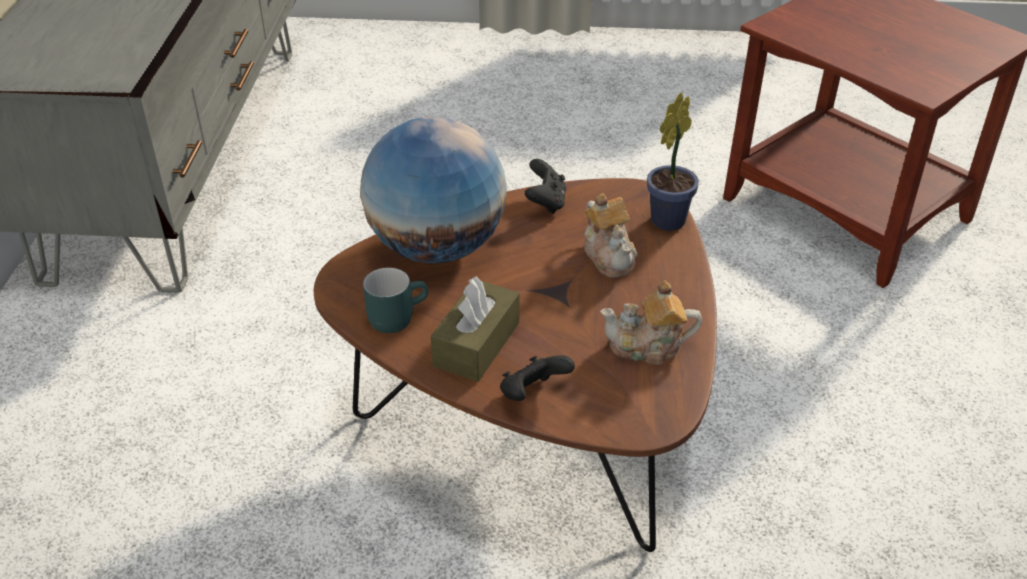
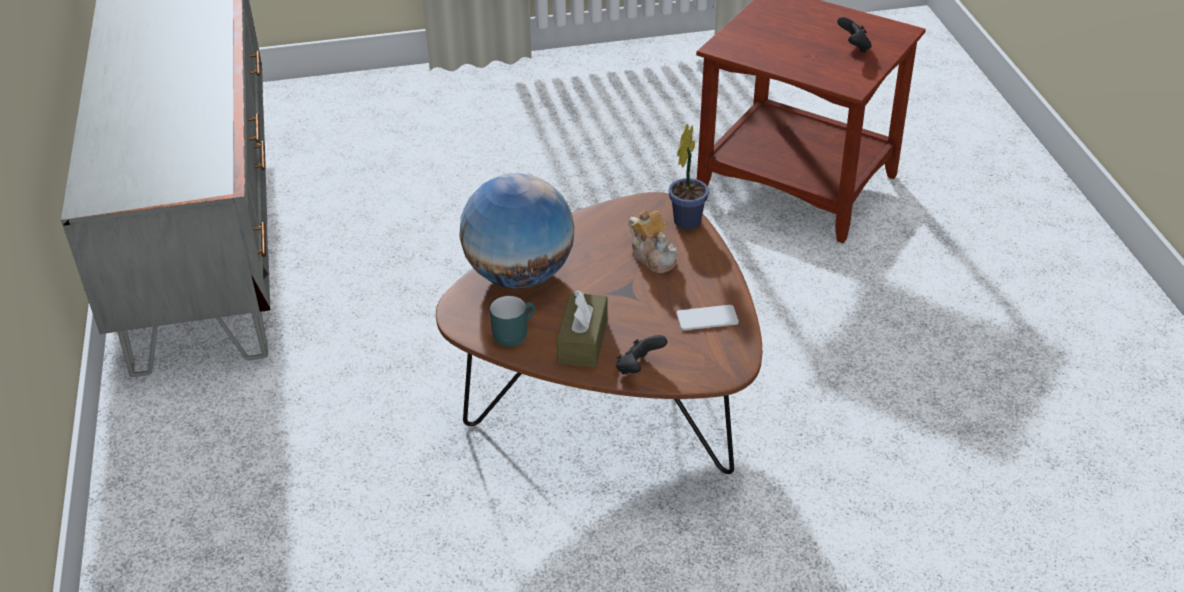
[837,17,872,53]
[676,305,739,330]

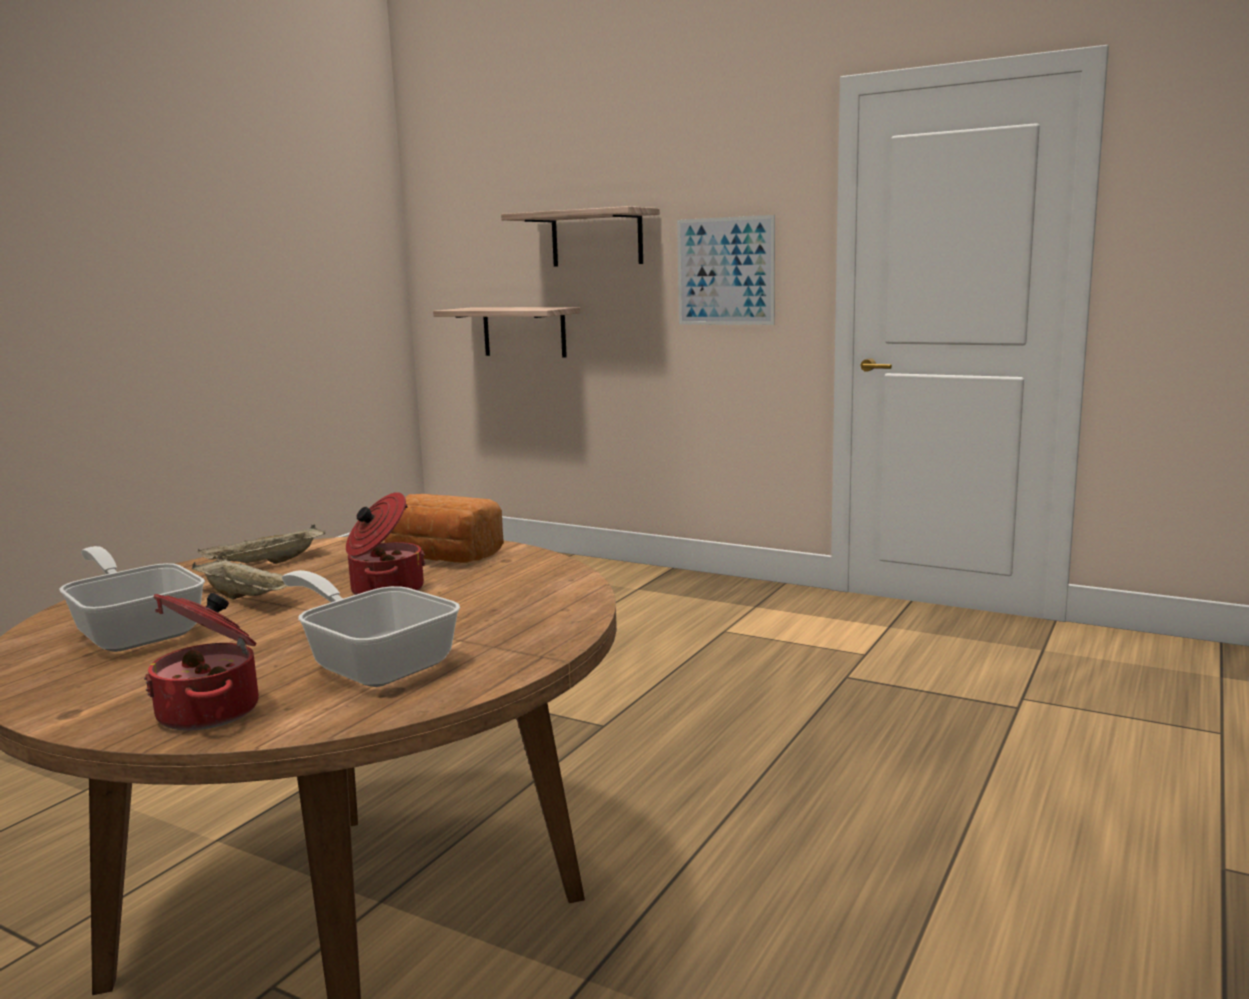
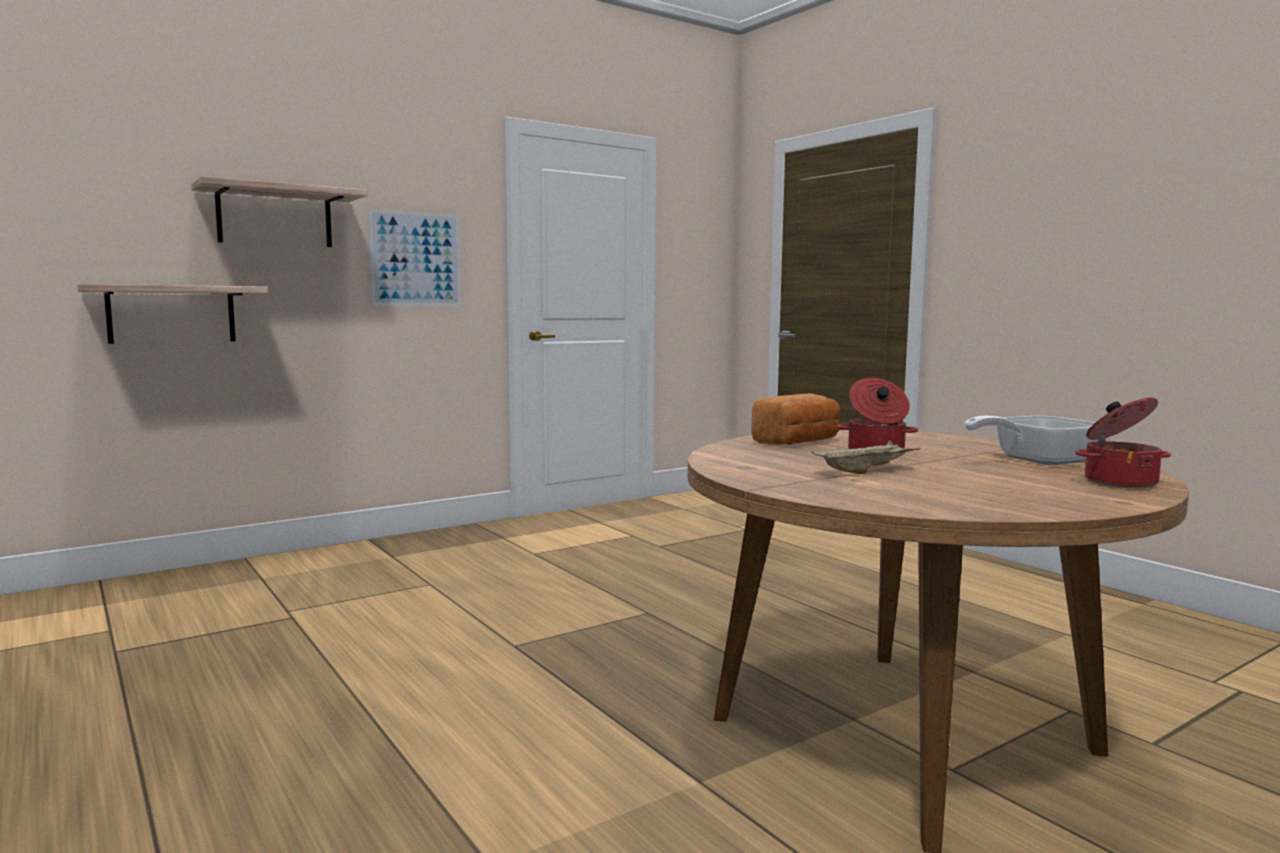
[198,524,325,564] (first image)
[59,546,205,652] (first image)

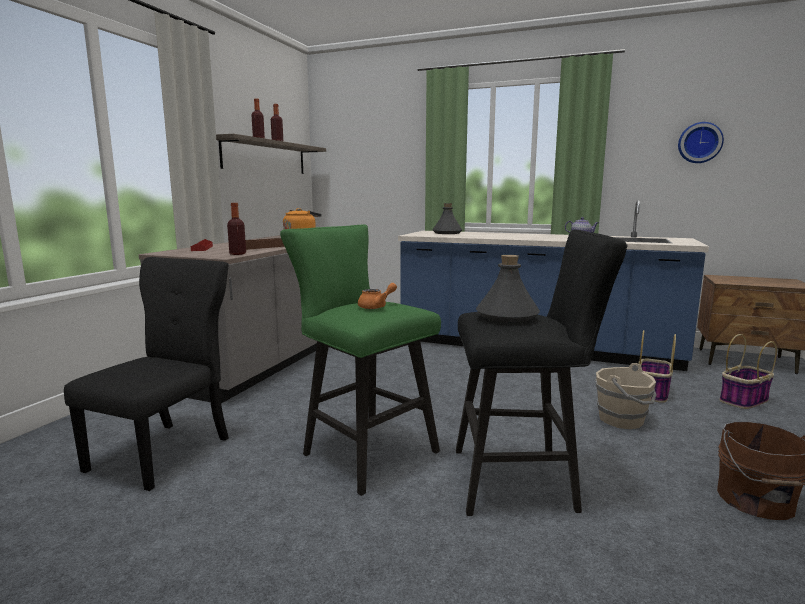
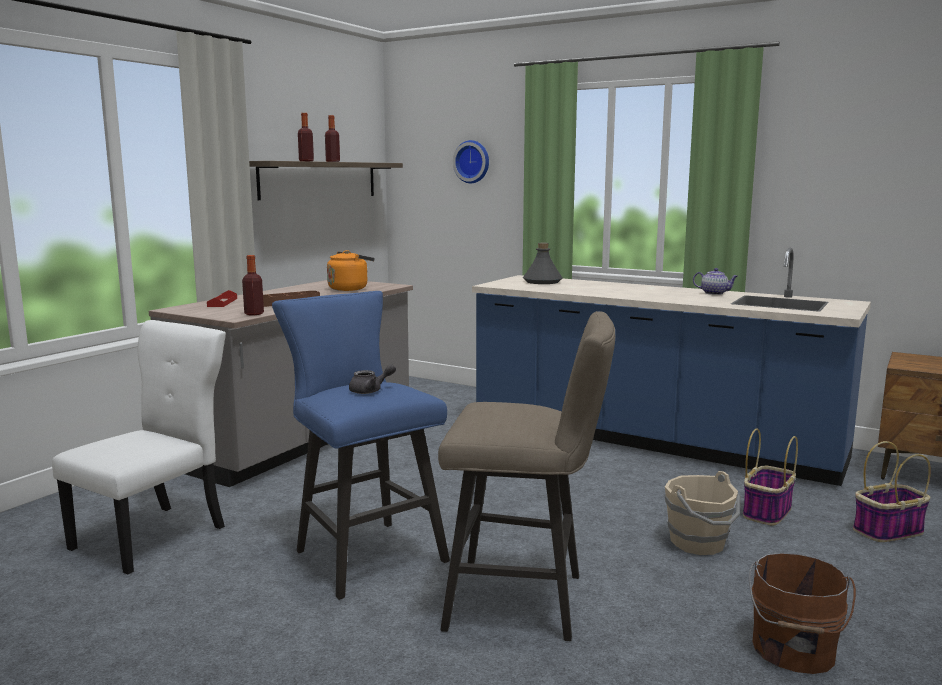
[453,140,489,183]
[272,291,450,600]
[438,311,615,641]
[476,255,540,323] (first image)
[52,320,226,574]
[349,364,396,394]

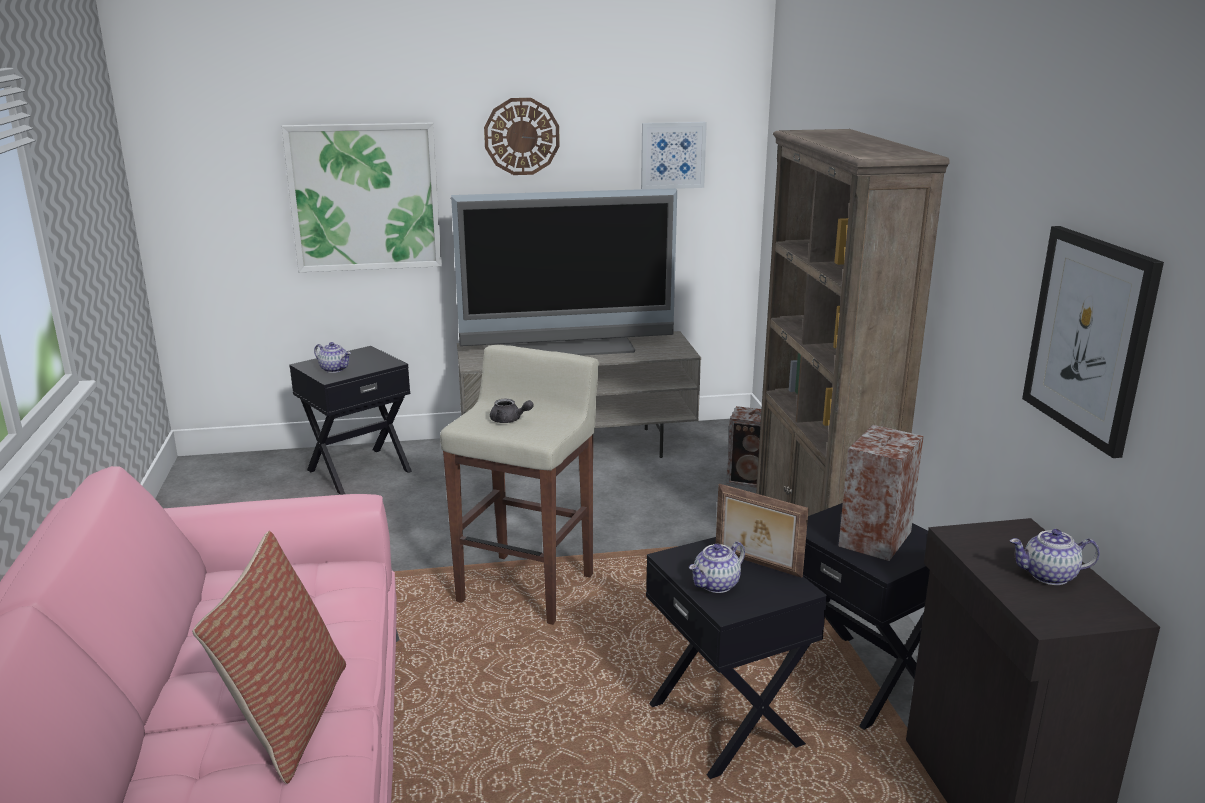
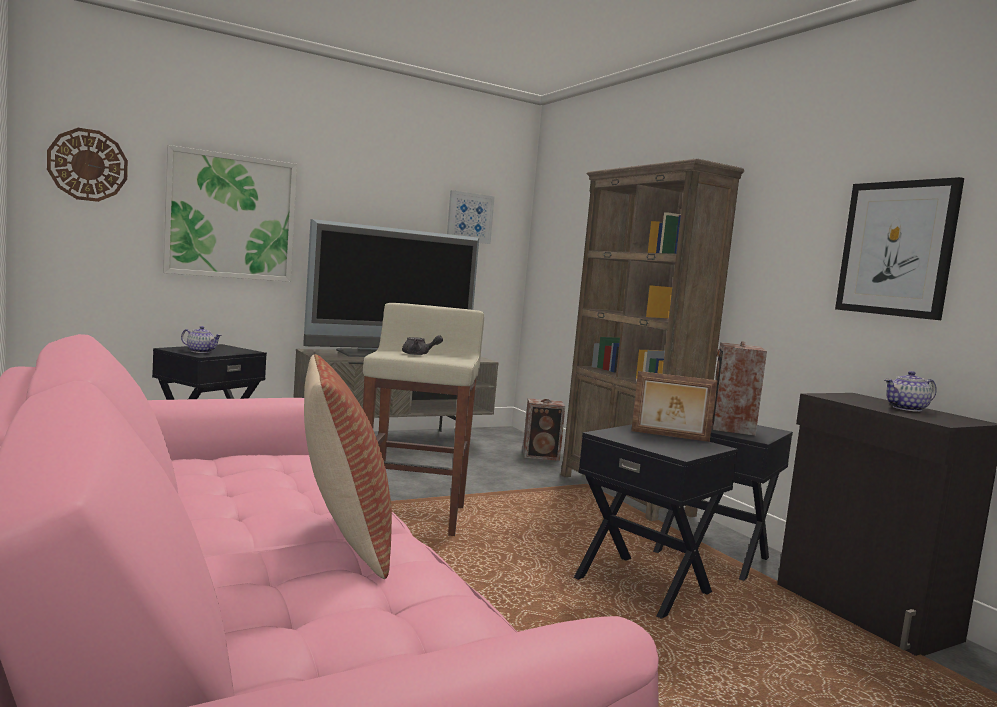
[47,128,128,202]
[689,542,745,593] (first image)

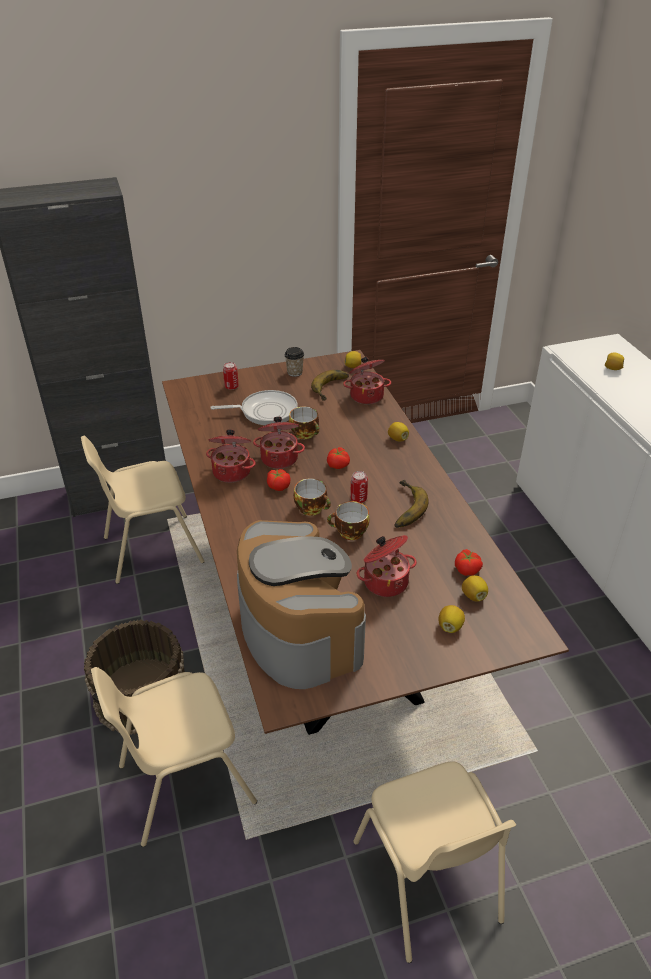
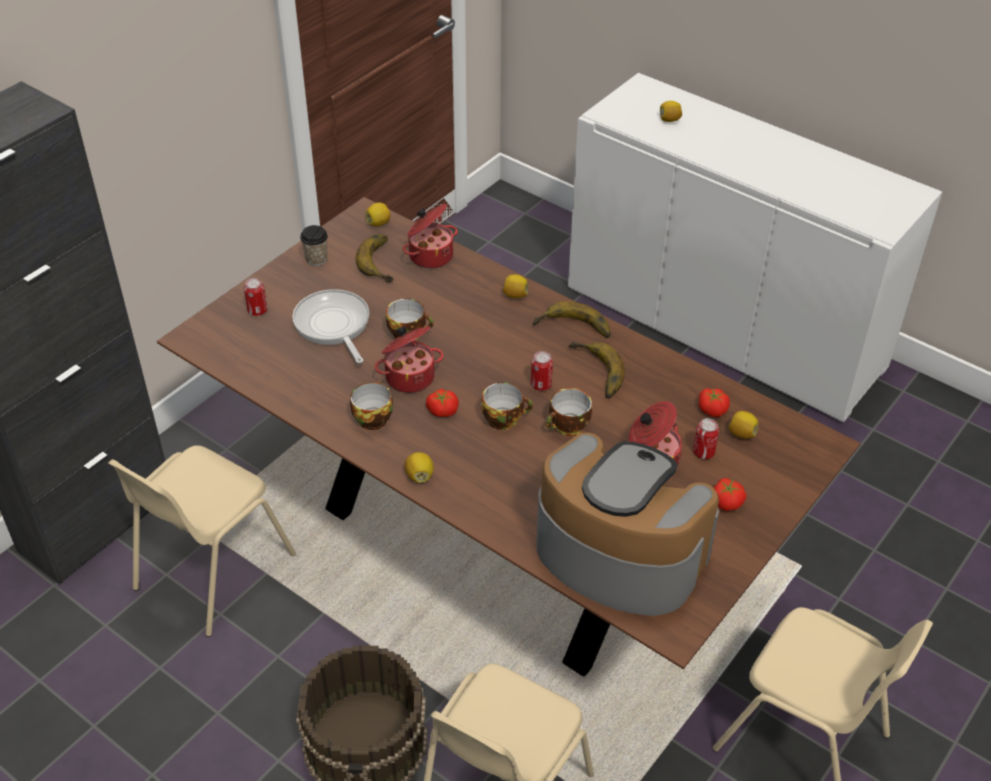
[292,289,369,363]
[350,381,393,430]
[714,478,747,511]
[404,452,434,483]
[533,301,611,338]
[693,418,719,459]

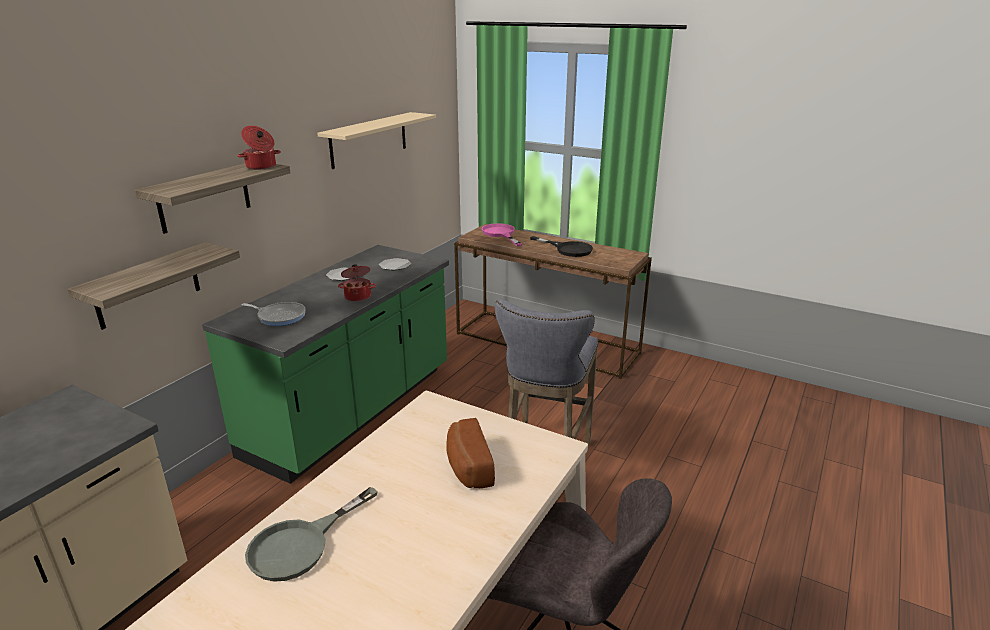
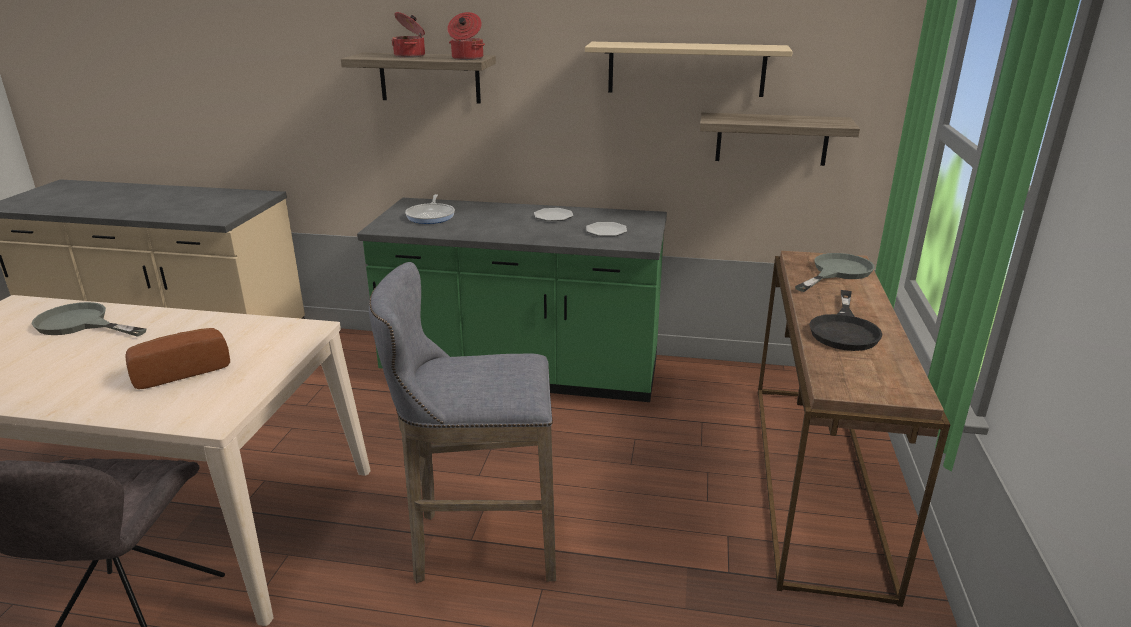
[795,253,875,292]
[700,112,860,166]
[391,12,425,58]

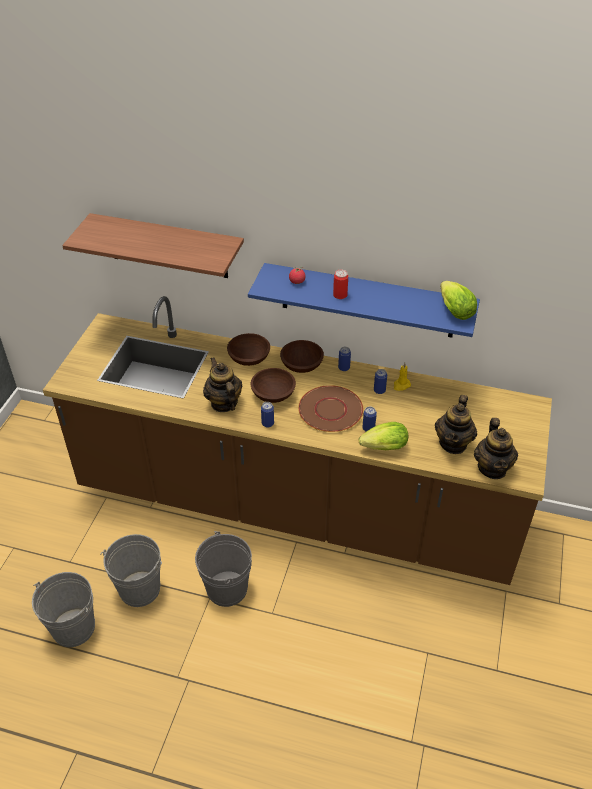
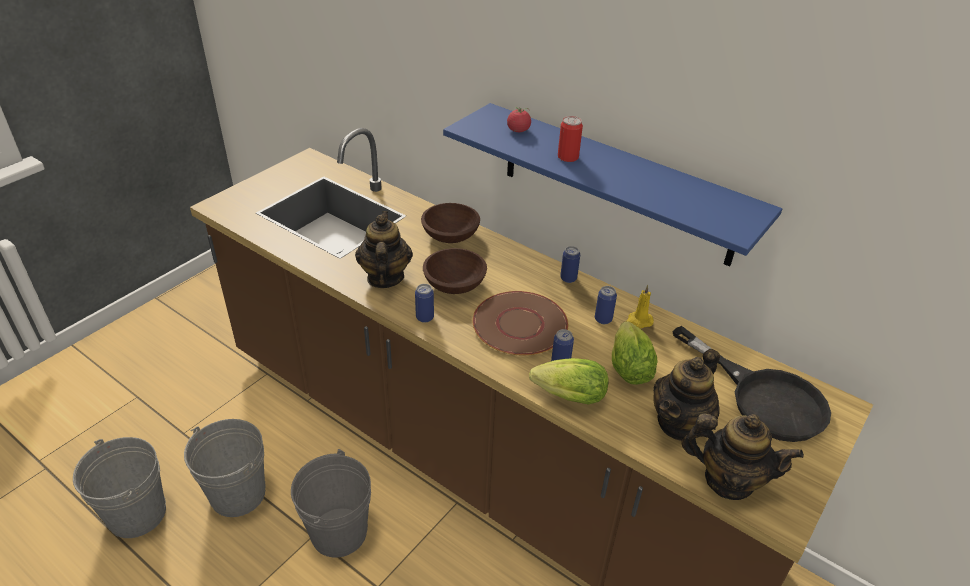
[62,213,244,278] (first image)
[612,322,658,385]
[280,340,324,373] (first image)
[681,414,804,500]
[672,326,831,442]

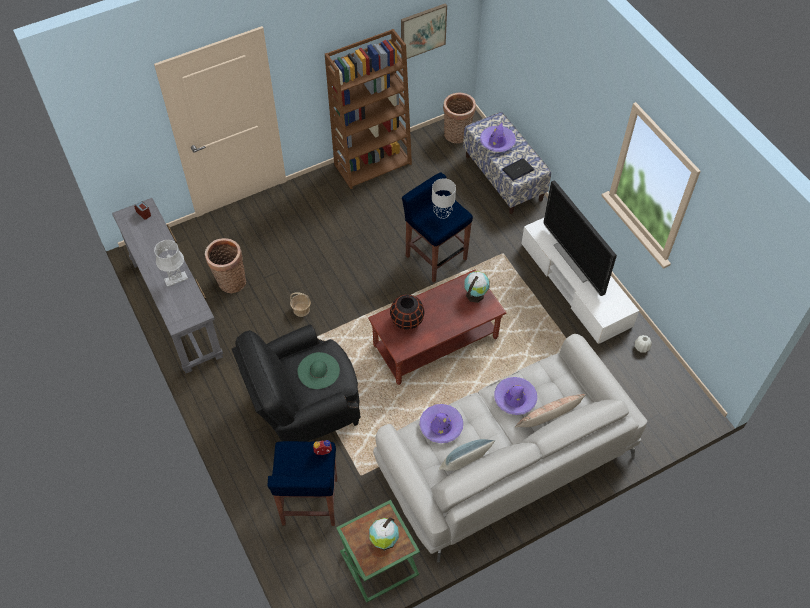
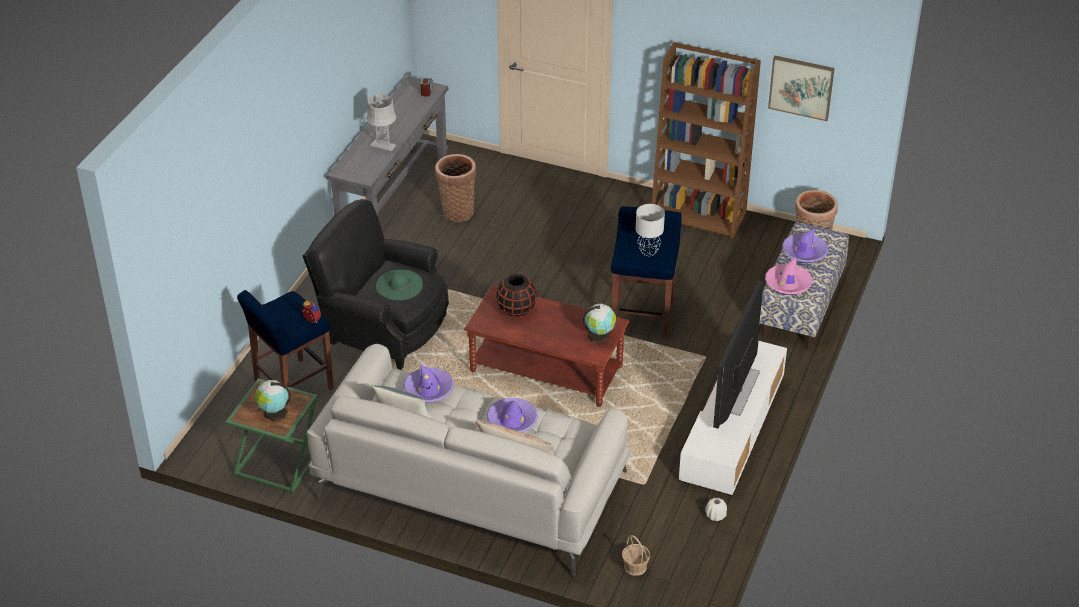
[765,258,812,295]
[622,535,650,576]

